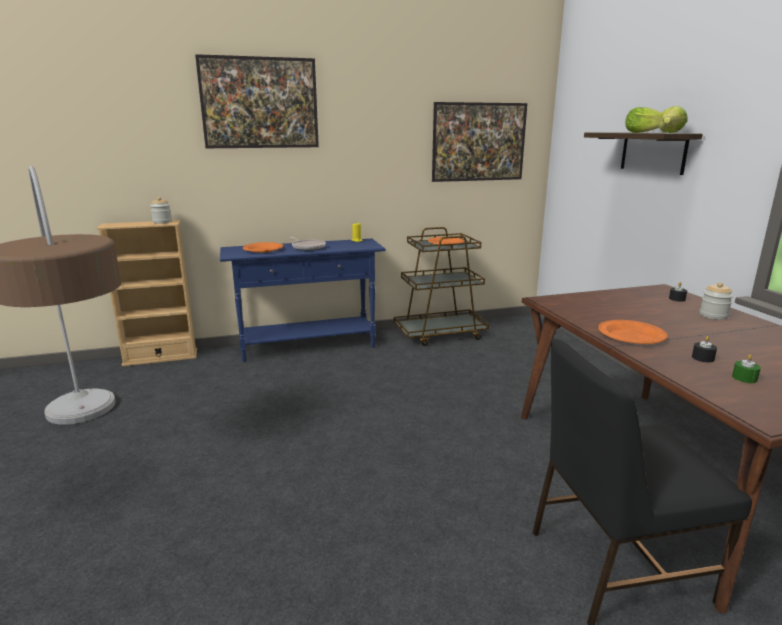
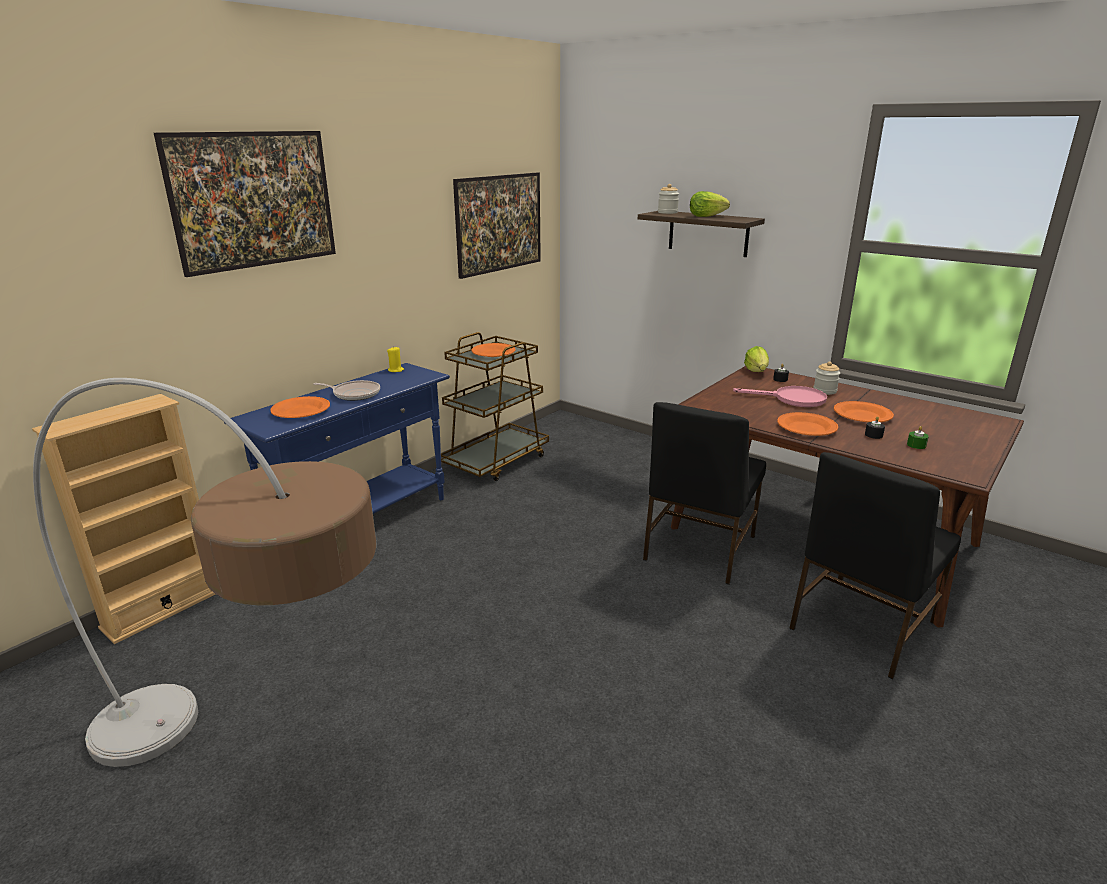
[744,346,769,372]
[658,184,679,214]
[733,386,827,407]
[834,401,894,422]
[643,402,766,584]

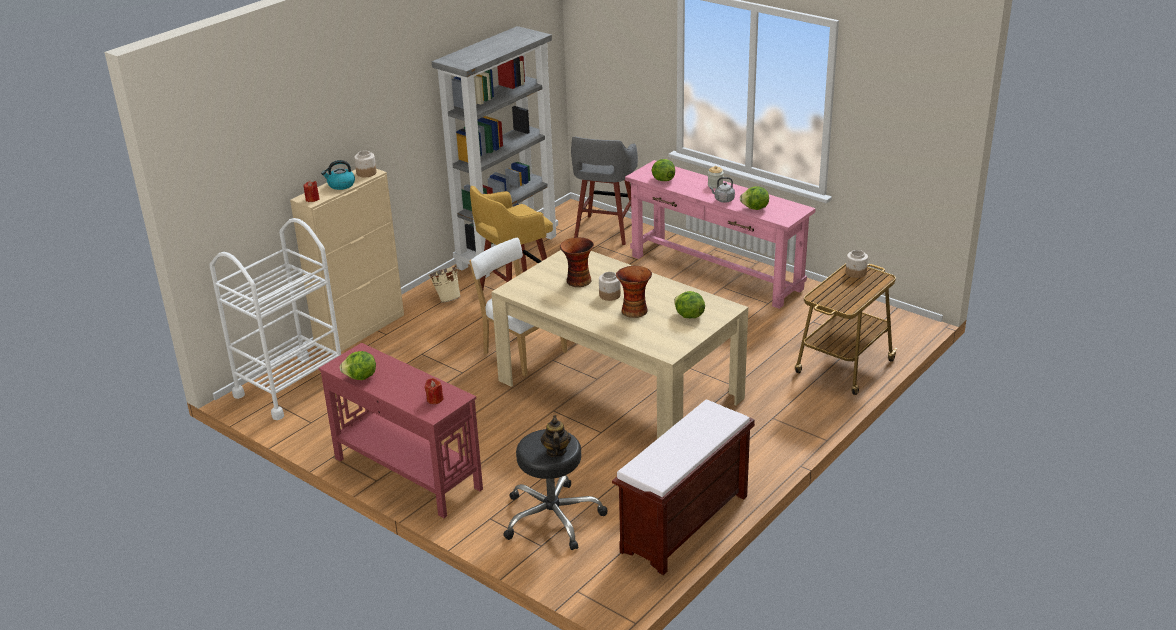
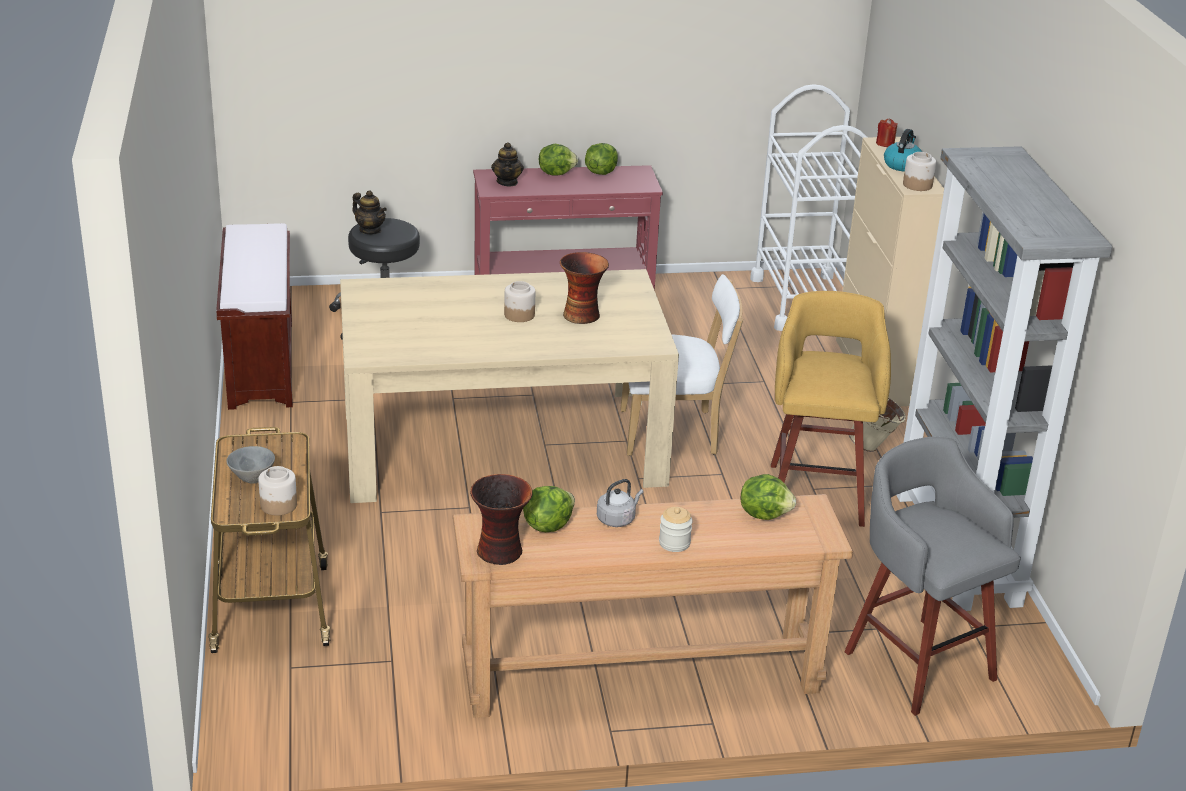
[453,494,853,718]
[470,474,533,565]
[539,144,578,176]
[491,142,524,186]
[226,446,275,484]

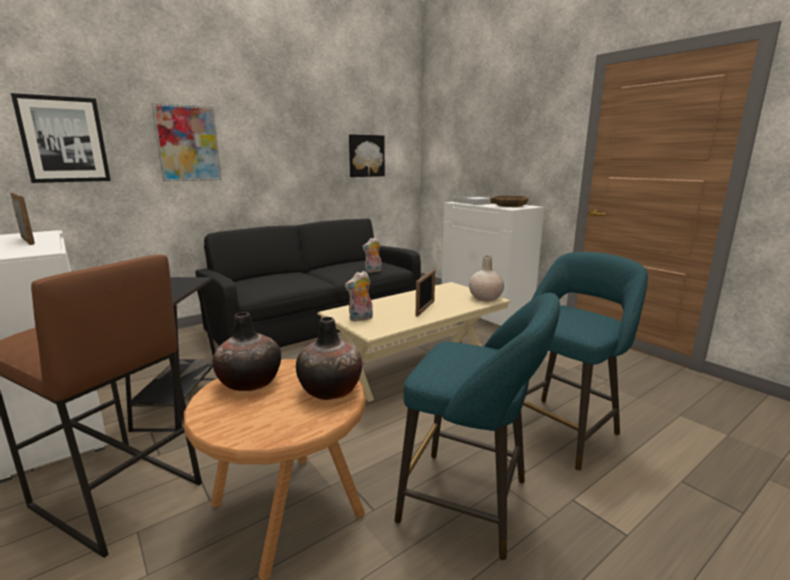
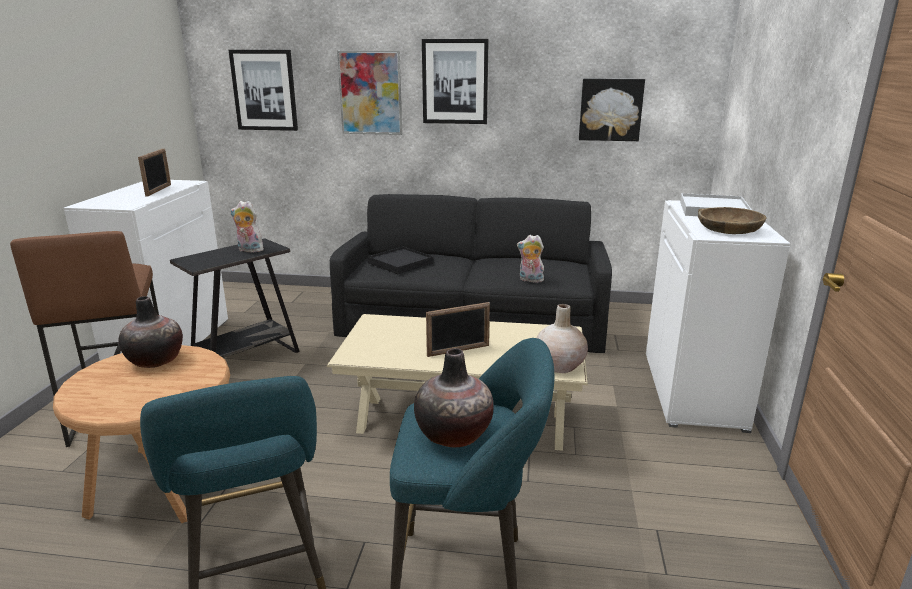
[230,201,264,252]
[414,348,493,447]
[422,39,489,124]
[368,247,434,274]

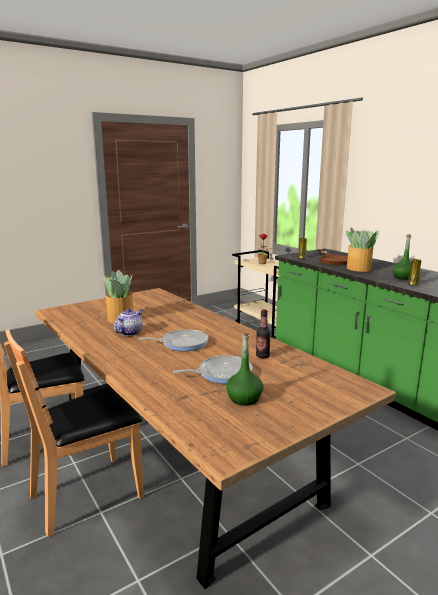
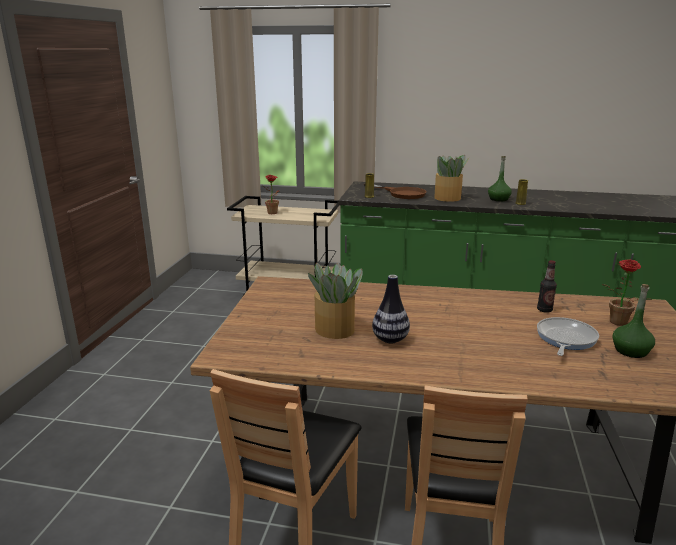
[372,275,410,344]
[138,329,208,351] (first image)
[602,259,652,326]

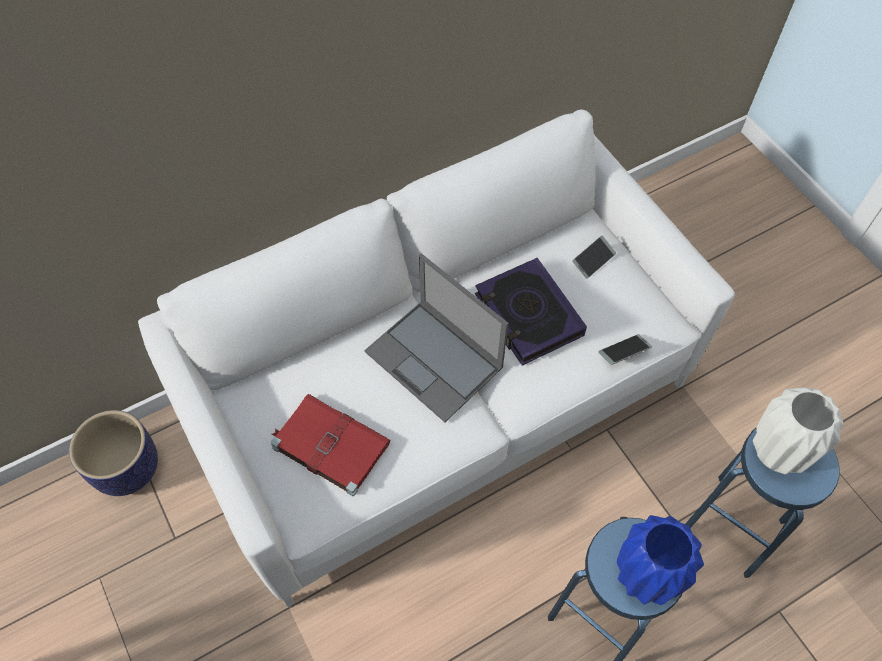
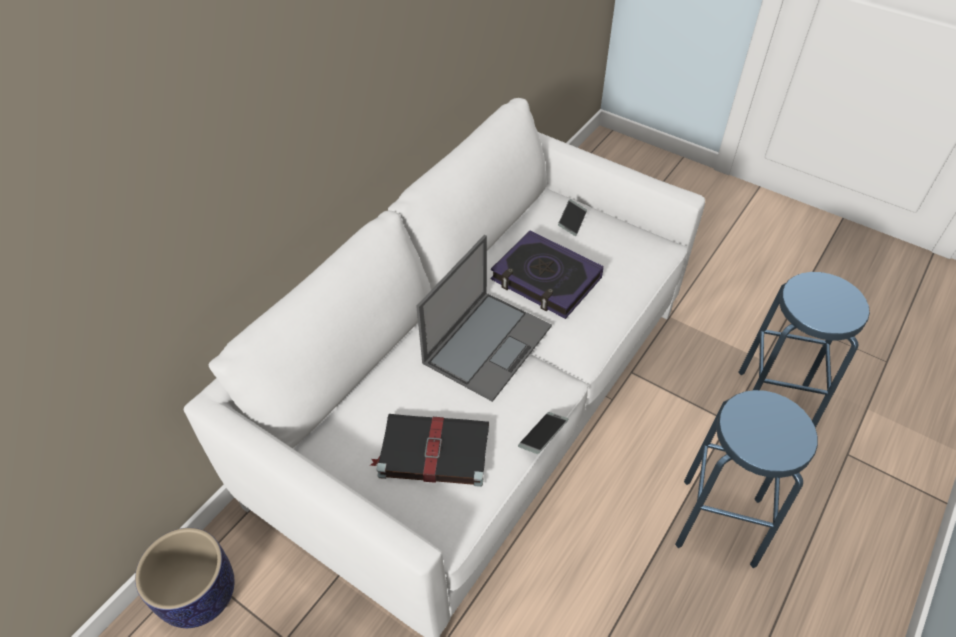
[416,235,552,402]
[518,412,568,454]
[753,387,844,474] (first image)
[370,414,489,487]
[617,515,704,605] (first image)

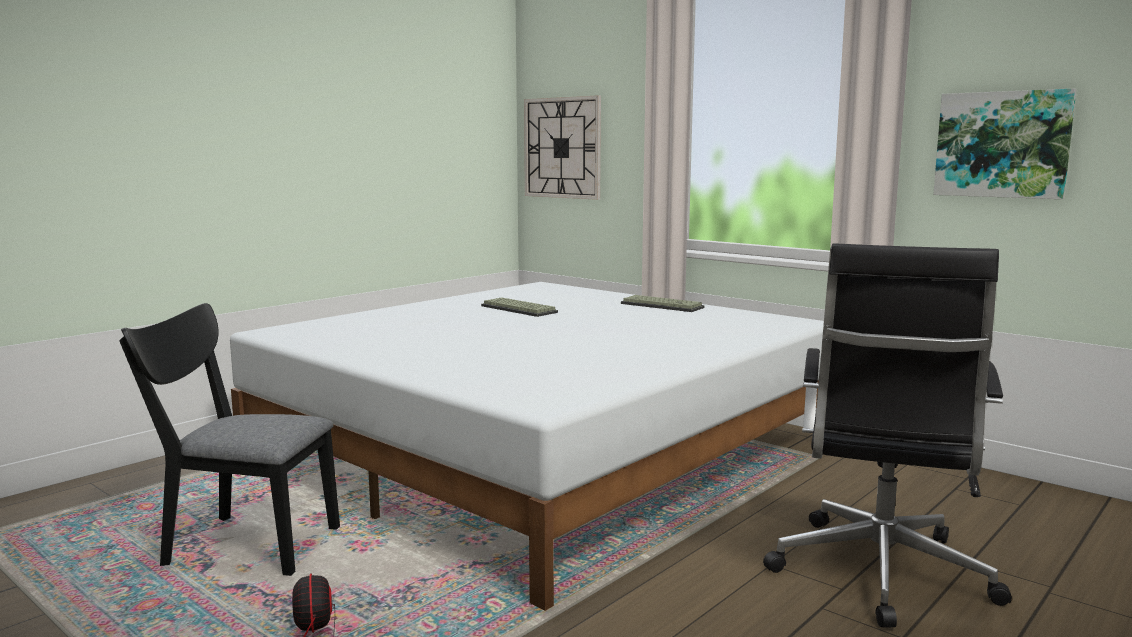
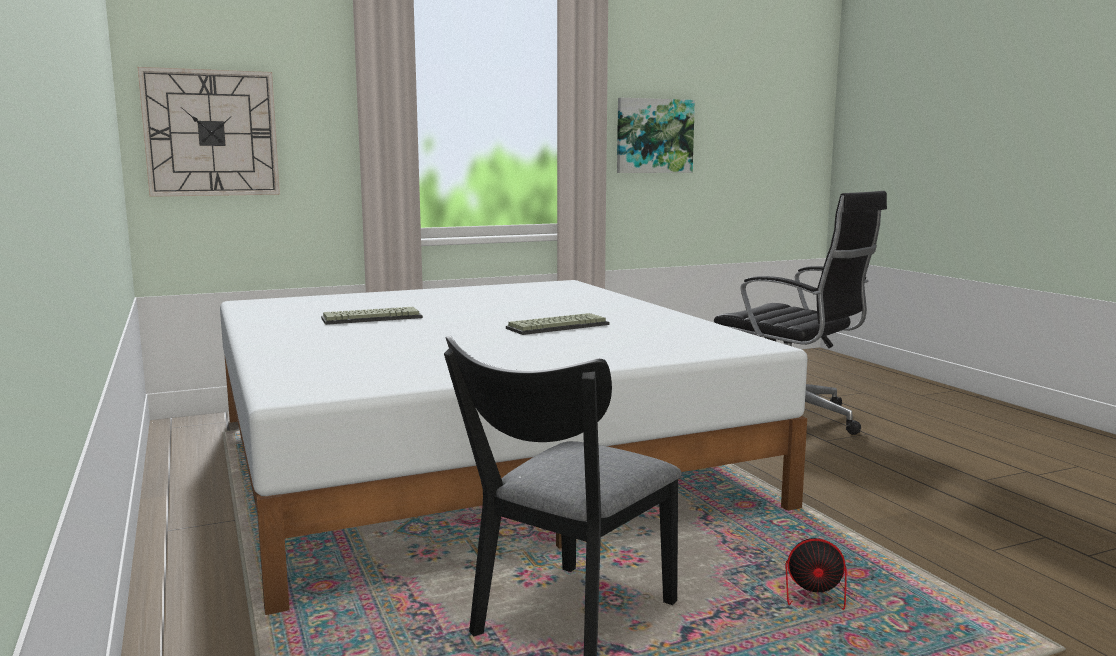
[506,313,610,335]

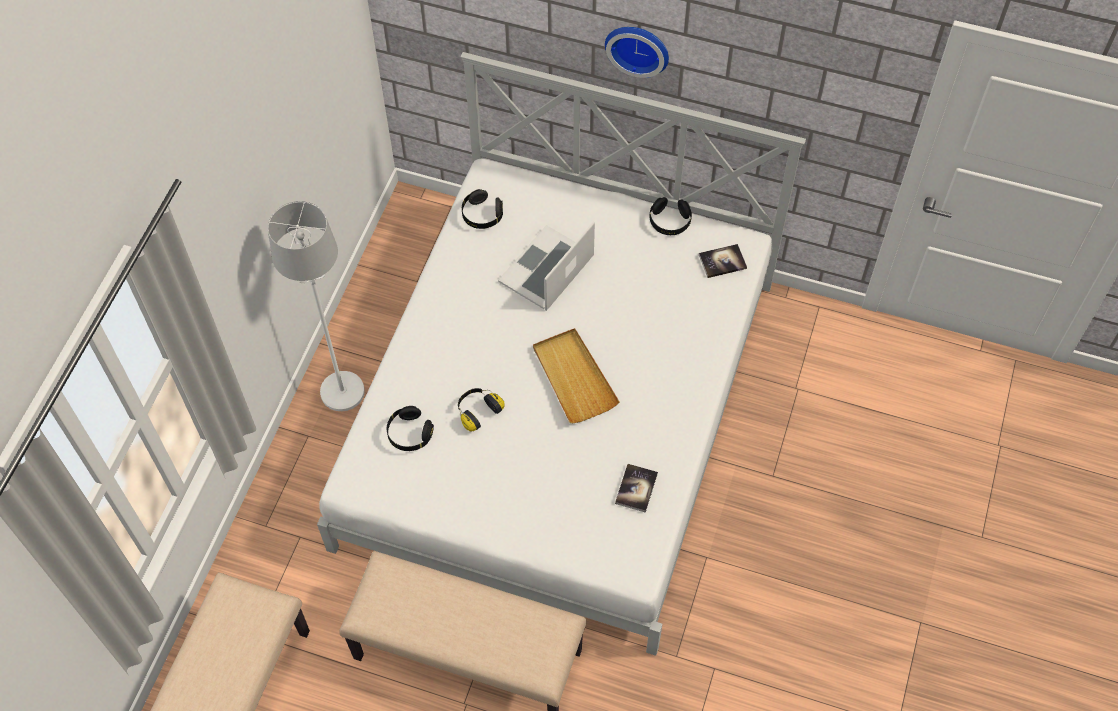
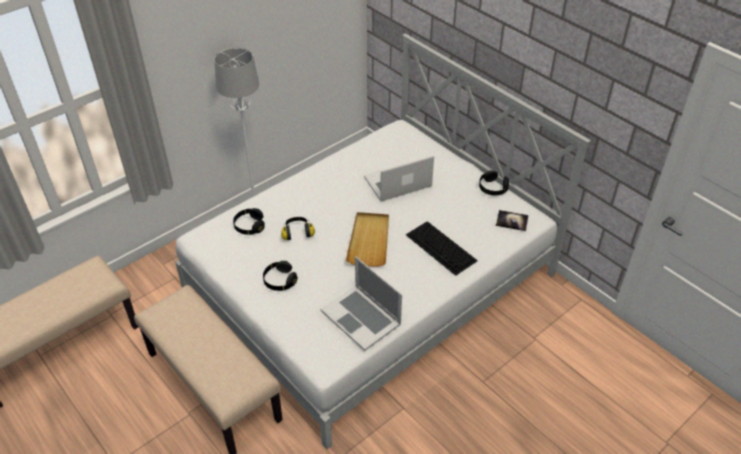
[605,27,669,78] (first image)
[263,261,297,291]
[320,256,402,351]
[406,221,478,276]

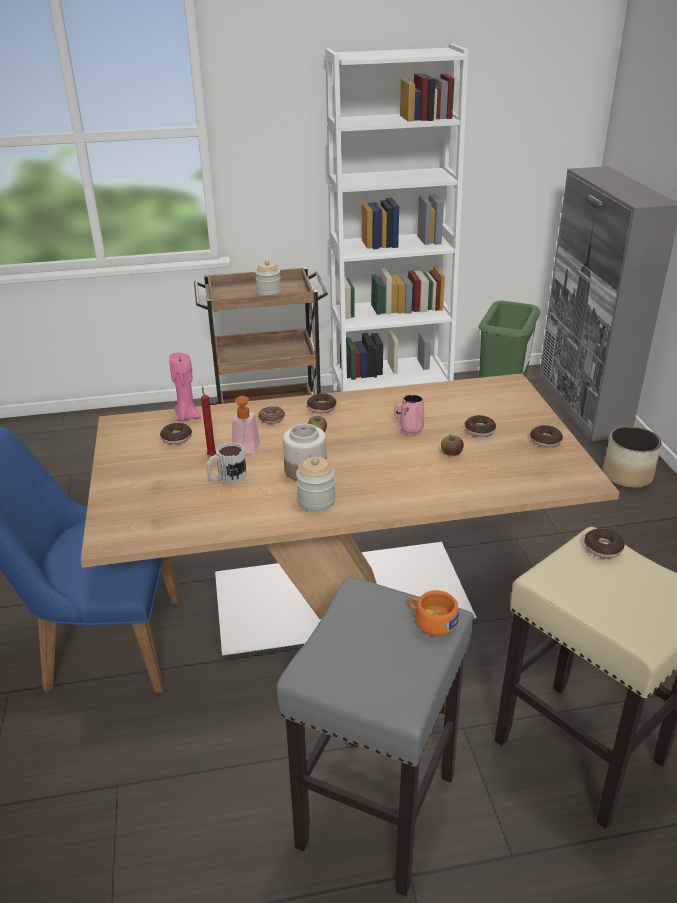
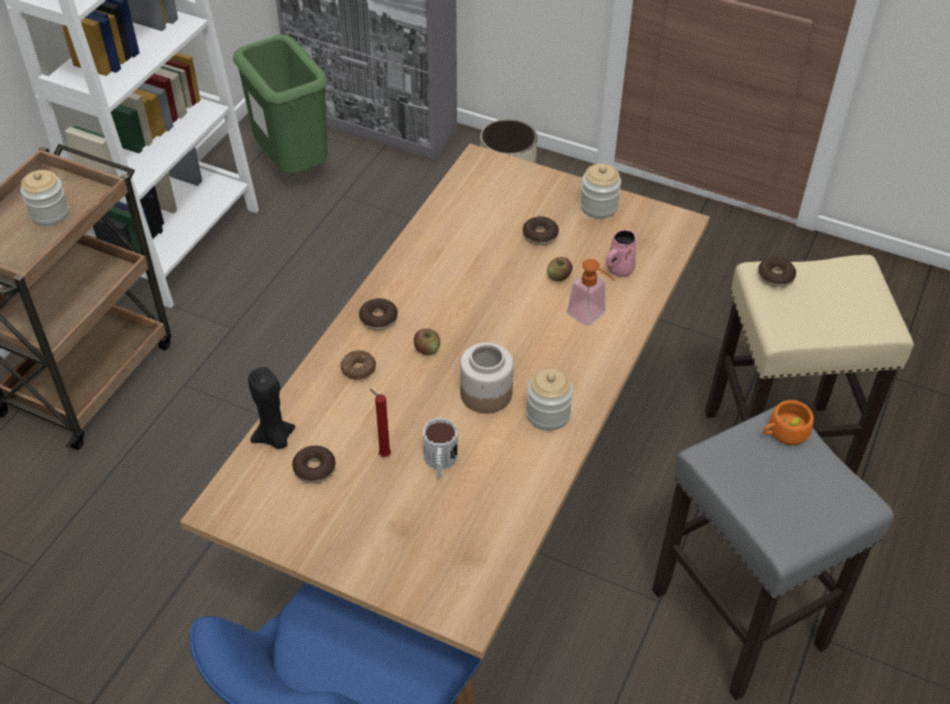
[248,367,295,449]
[606,230,636,277]
[567,259,615,326]
[580,164,621,219]

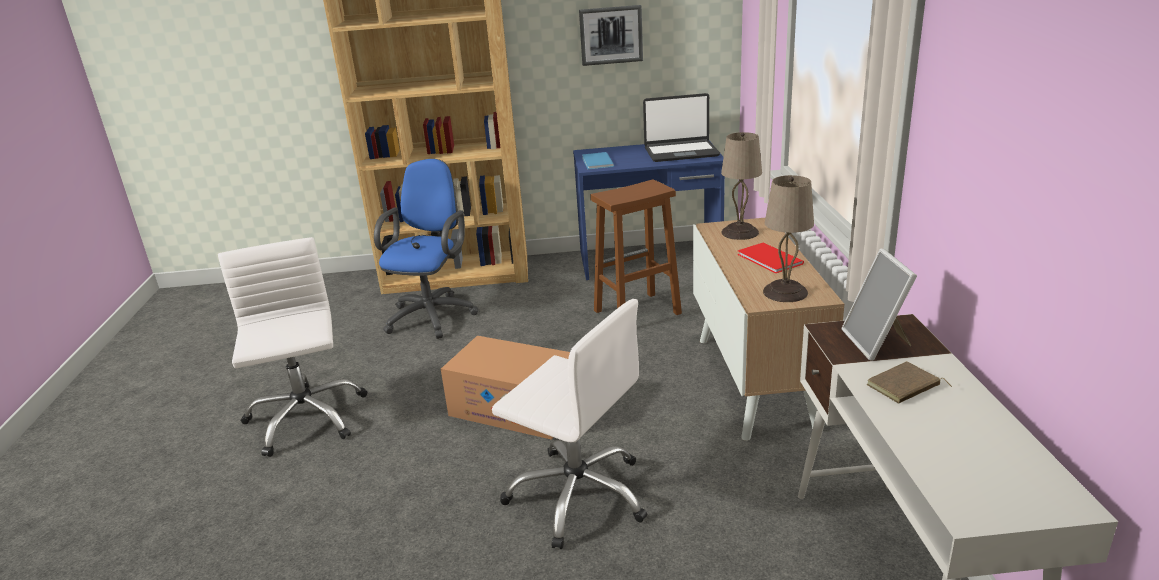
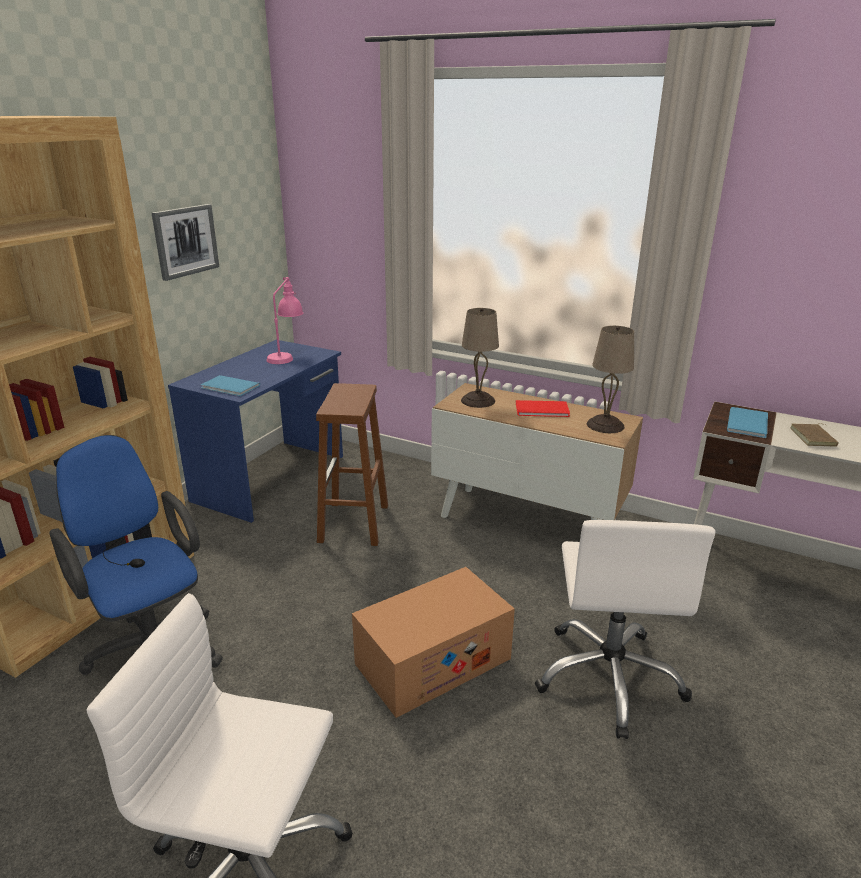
[266,277,304,364]
[727,407,768,438]
[535,520,716,739]

